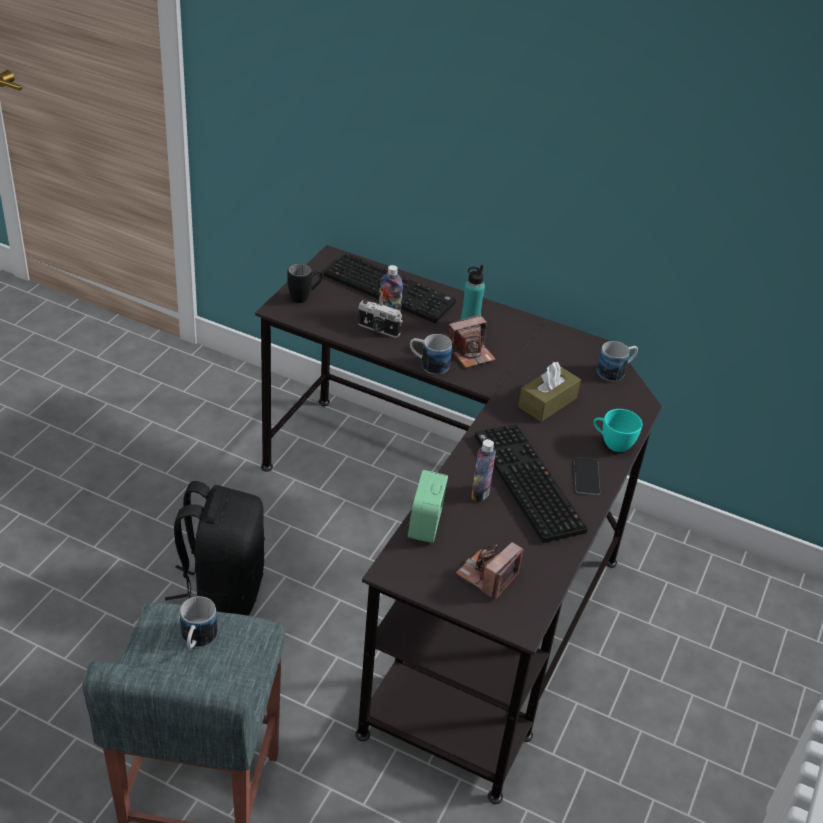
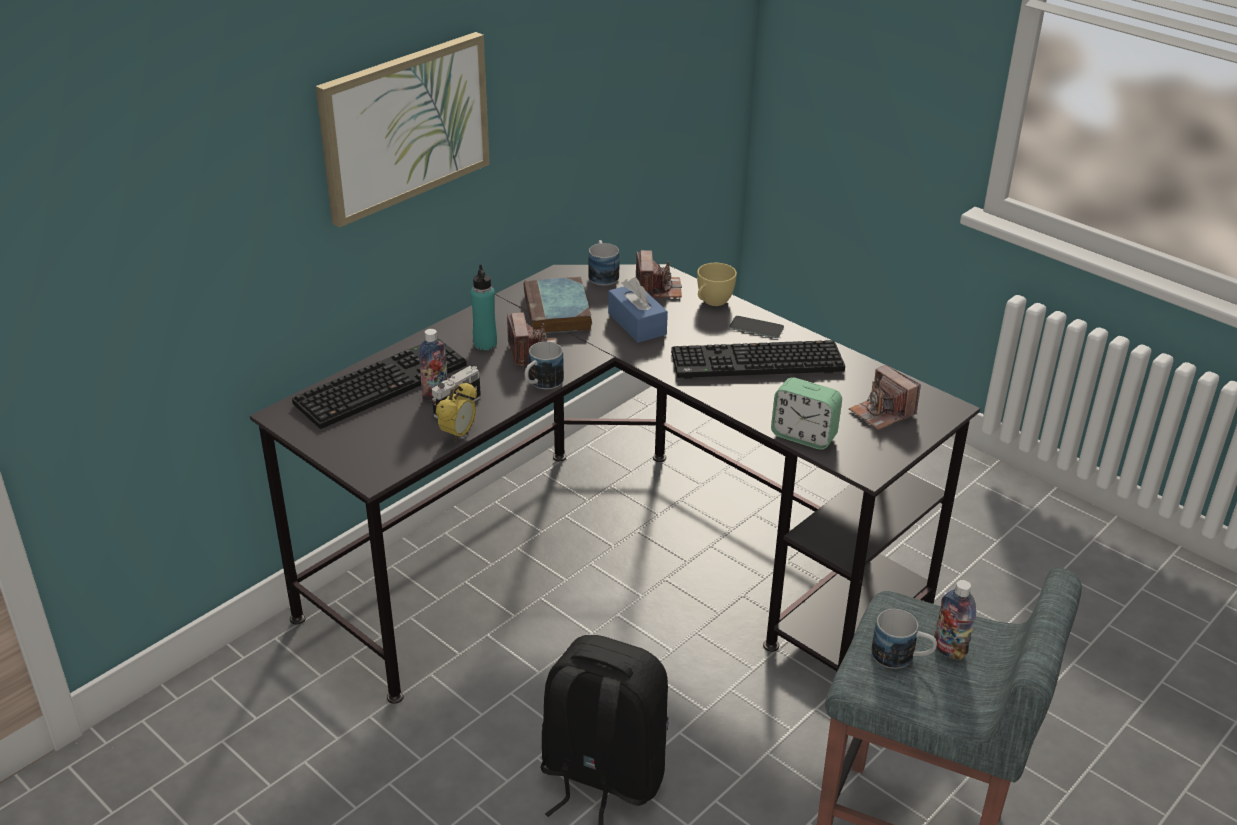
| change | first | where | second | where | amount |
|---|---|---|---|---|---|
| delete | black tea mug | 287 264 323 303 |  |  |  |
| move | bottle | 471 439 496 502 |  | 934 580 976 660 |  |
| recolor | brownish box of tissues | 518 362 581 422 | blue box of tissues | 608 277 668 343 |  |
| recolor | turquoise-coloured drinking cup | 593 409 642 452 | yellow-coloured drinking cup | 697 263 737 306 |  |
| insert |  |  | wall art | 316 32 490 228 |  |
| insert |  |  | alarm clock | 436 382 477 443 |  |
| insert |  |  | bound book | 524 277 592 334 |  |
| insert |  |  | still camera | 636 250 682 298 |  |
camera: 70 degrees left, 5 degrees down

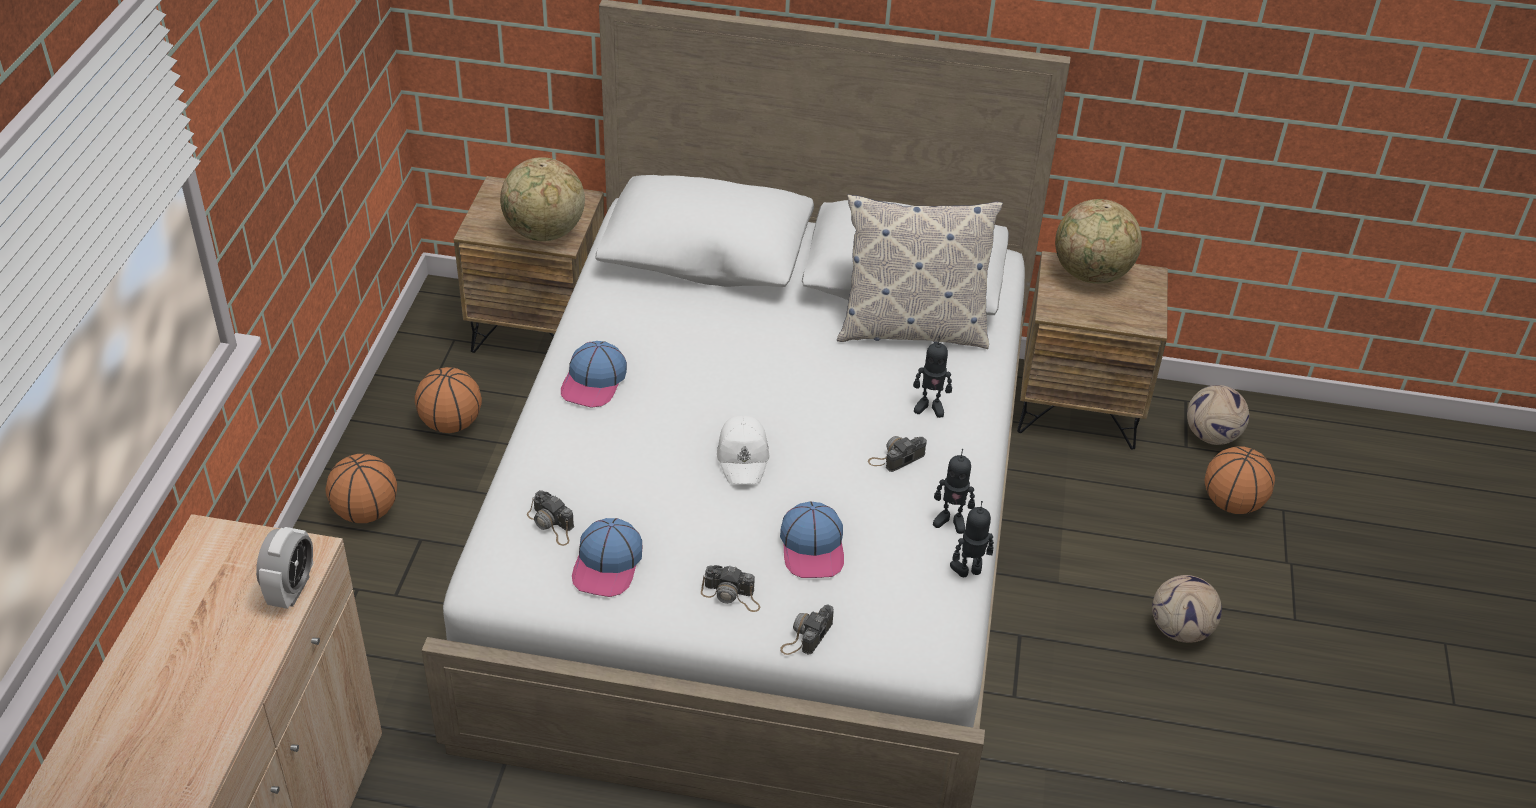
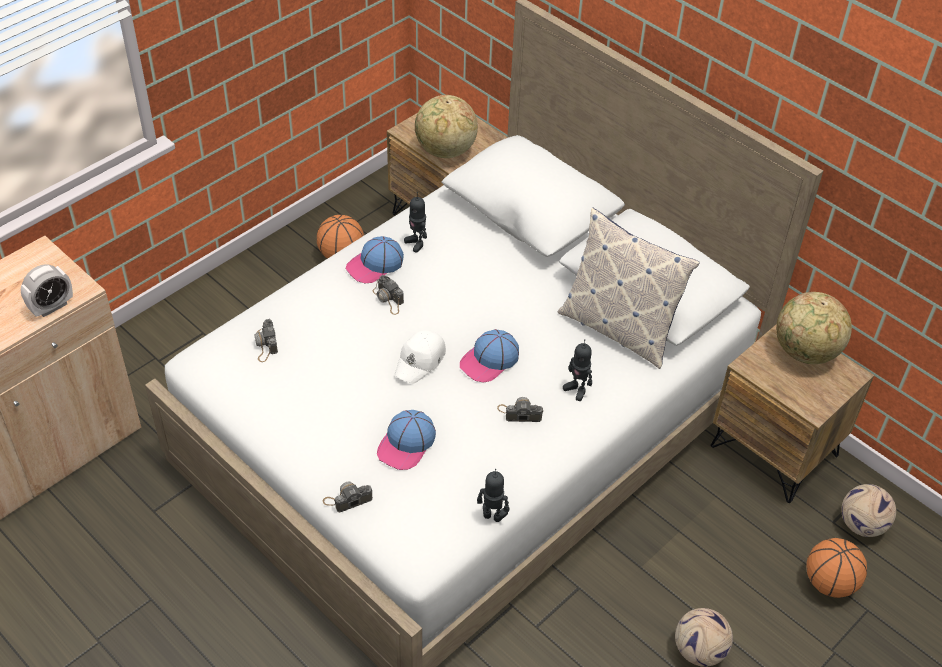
| change | first | where | second | where | amount |
|---|---|---|---|---|---|
| delete | basketball ball | 325 454 397 523 |  |  |  |
| move | cap | 572 518 642 597 |  | 460 329 519 383 |  |
| move | still camera | 701 565 760 612 |  | 373 275 404 315 |  |
| move | model robot | 933 449 975 534 |  | 404 192 427 253 |  |
camera: 35 degrees right, 5 degrees up

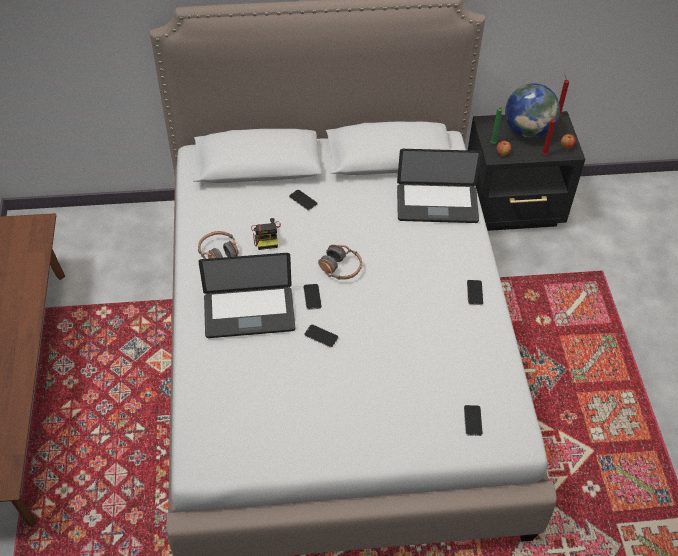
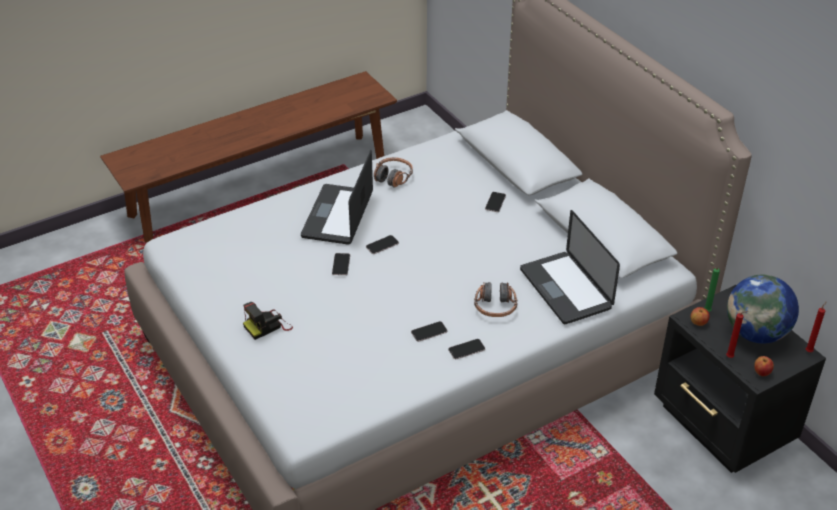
| change | first | where | second | where | amount |
|---|---|---|---|---|---|
| rotate | portable computer | 198 253 295 338 |  | 301 150 373 245 | 45 degrees clockwise |
| move | still camera | 251 218 281 250 |  | 243 302 293 340 |  |
| move | headphones | 318 245 362 280 |  | 474 282 518 317 |  |
| move | phone | 464 405 483 436 |  | 411 321 447 342 |  |
camera: 65 degrees right, 10 degrees down

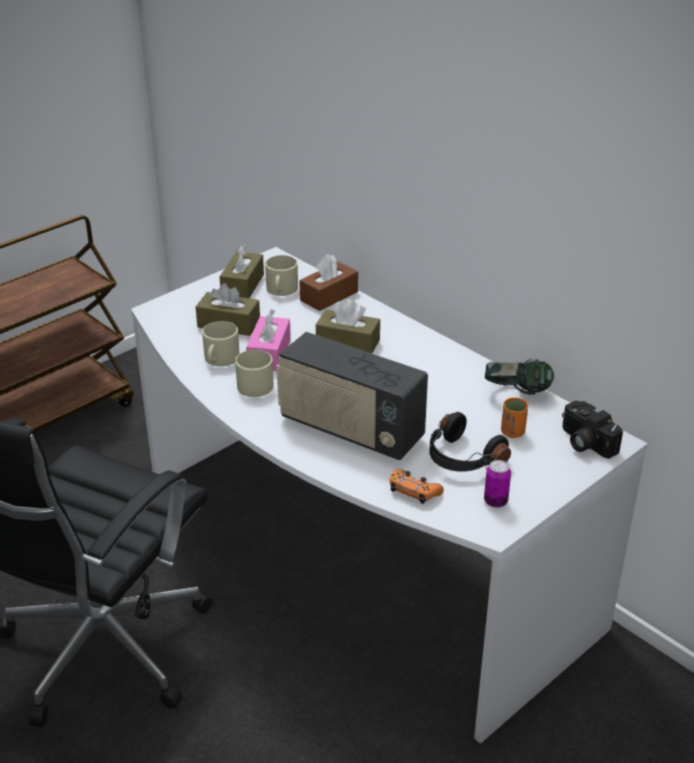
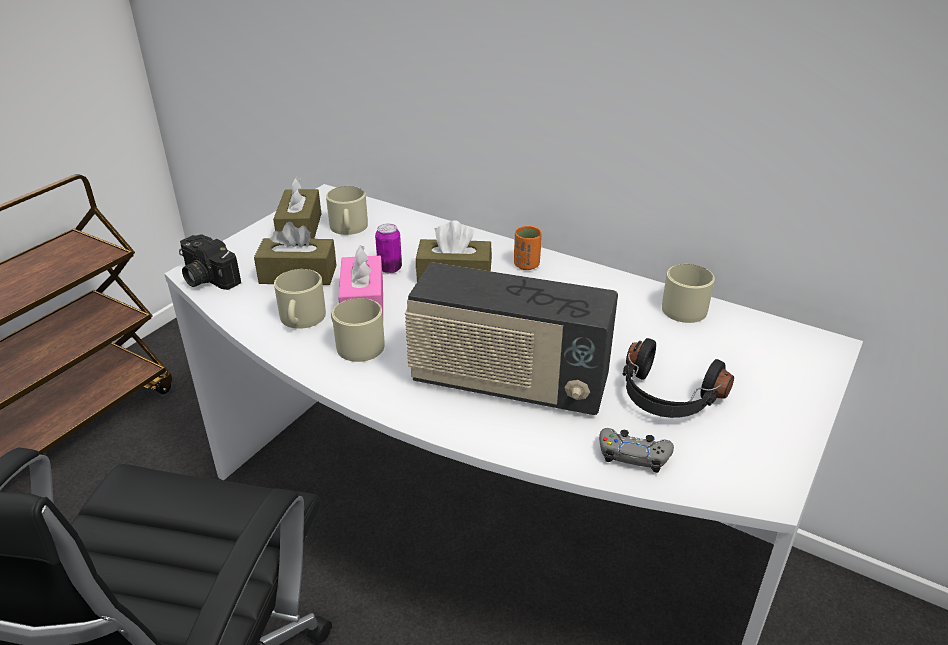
| change | first | where | second | where | amount |
|---|---|---|---|---|---|
| delete | brownish box of tissues | 299 254 358 311 |  |  |  |
| recolor | orange game controller | 390 469 444 504 | grey game controller | 599 428 674 473 |  |
| move | metal can | 484 460 511 508 |  | 375 223 402 273 |  |
| replace | headphones | 485 359 554 395 | sand-coloured tea mug | 662 264 715 323 |  |
| move | orange drinking cup | 501 397 528 438 |  | 514 226 542 270 |  |
| move | still camera | 562 400 623 459 |  | 179 235 241 290 |  |
camera: 15 degrees left, 0 degrees up

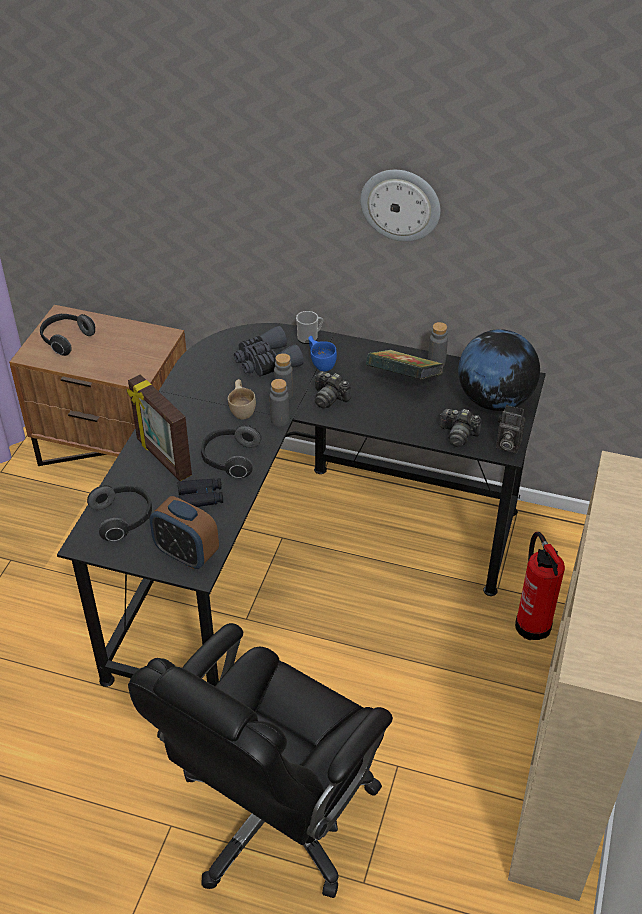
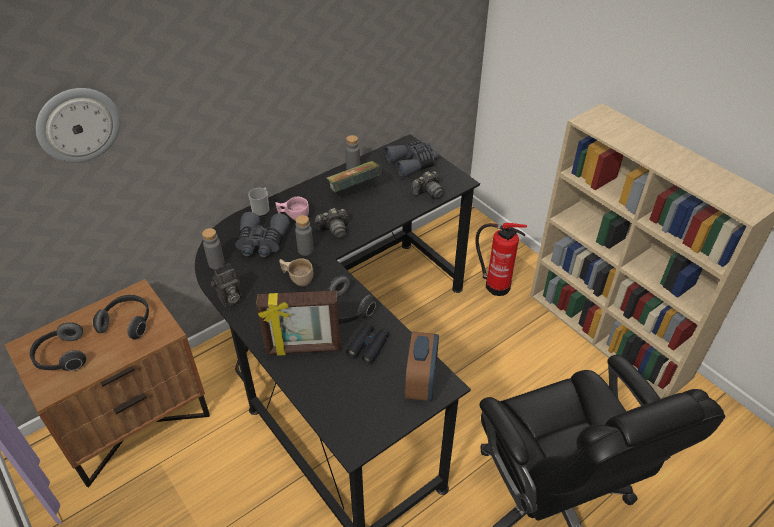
| change | first | where | second | where | amount |
|---|---|---|---|---|---|
| move | headphones | 87 485 152 541 |  | 93 295 149 340 |  |
| rotate | alarm clock | 150 496 219 569 |  | 405 331 439 401 | 60 degrees counterclockwise |
| move | grey bottle | 270 379 289 426 |  | 202 228 225 269 |  |
| recolor | blue drinking cup | 308 336 337 372 | pinkish drinking cup | 276 197 309 221 |  |
| move | clock on the wall | 360 170 441 242 |  | 36 88 121 163 |  |
| replace | desk globe | 458 329 540 411 | grey binoculars | 384 140 438 178 |  |
| move | still camera | 496 405 525 453 |  | 211 263 243 307 |  |
camera: 55 degrees left, 0 degrees up

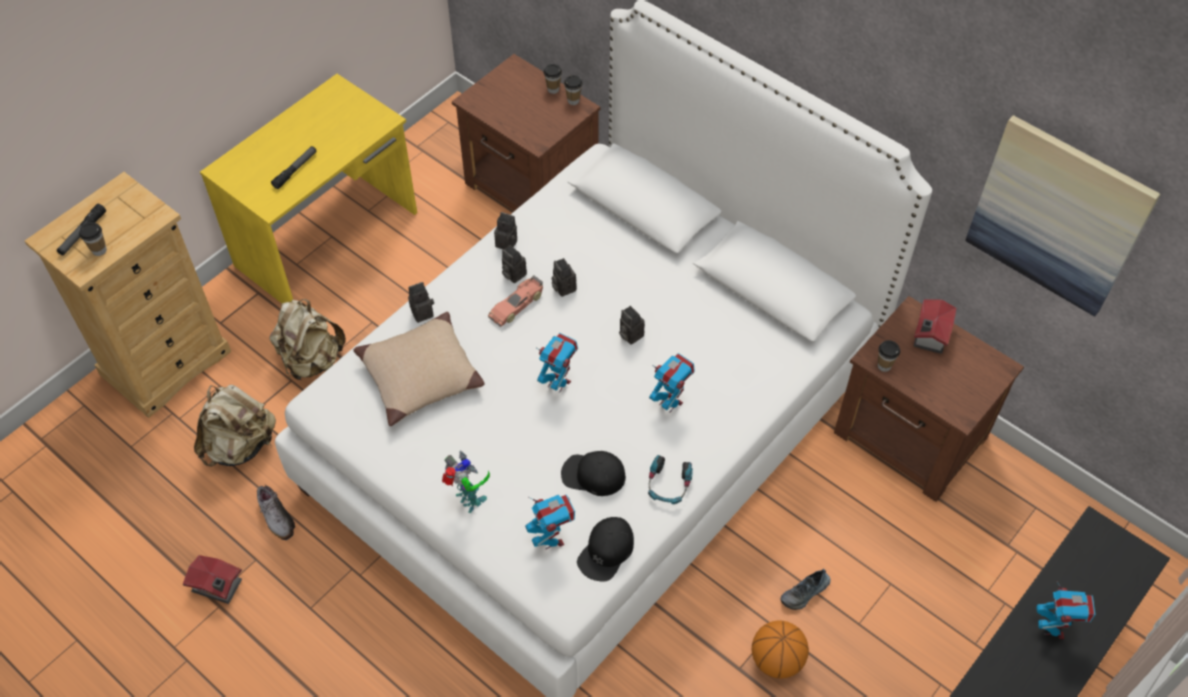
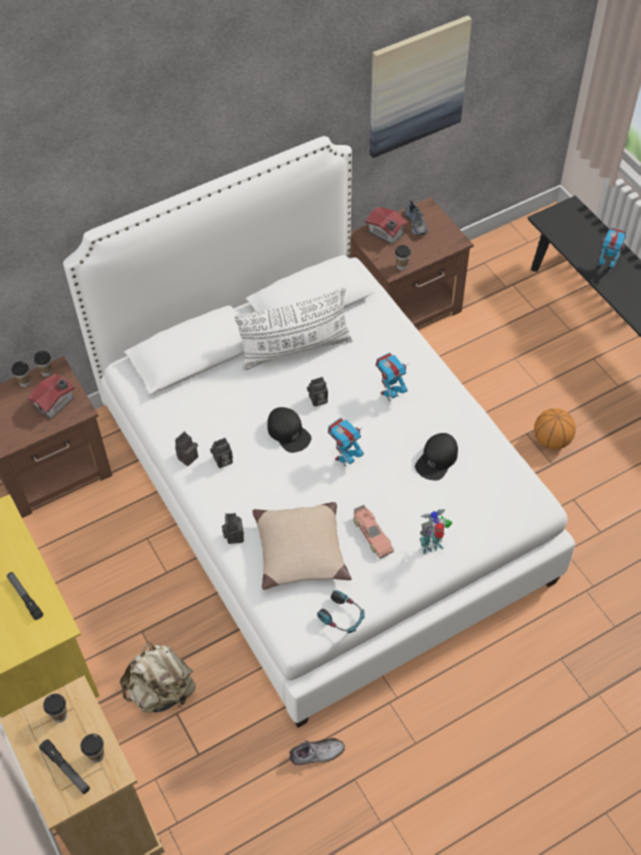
| change | first | where | second | where | amount |
|---|---|---|---|---|---|
| move | model house | 183 555 242 604 |  | 28 374 75 419 |  |
| delete | sand-coloured backpack | 194 385 276 467 |  |  |  |
| move | miniature car | 488 275 543 327 |  | 354 505 394 559 |  |
| delete | model robot | 525 494 575 549 |  |  |  |
| delete | still camera | 551 258 577 297 |  |  |  |
| move | black cap | 577 517 634 582 |  | 267 407 312 453 |  |
| move | headphones | 648 455 693 504 |  | 317 590 365 633 |  |
| move | item of footwear | 781 569 831 610 |  | 405 200 428 236 |  |
| insert |  |  | drinking cup | 43 694 67 722 |  |
| insert |  |  | white throw pillow | 234 288 353 370 |  |
camera: 70 degrees left, 0 degrees up

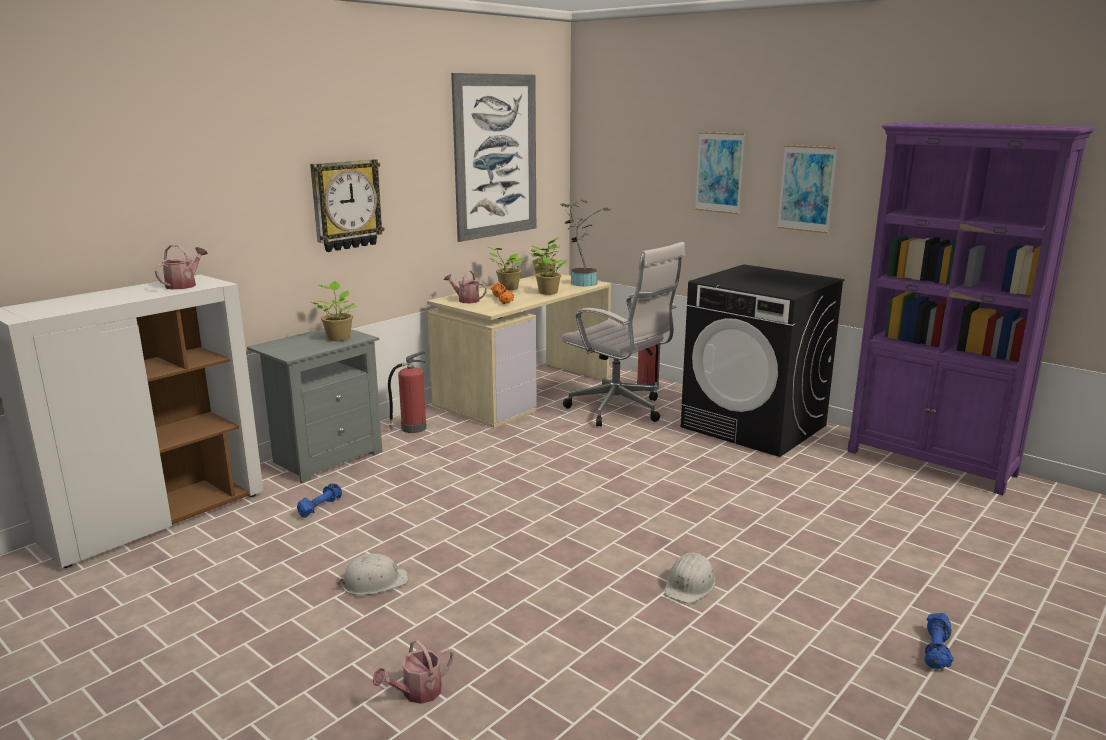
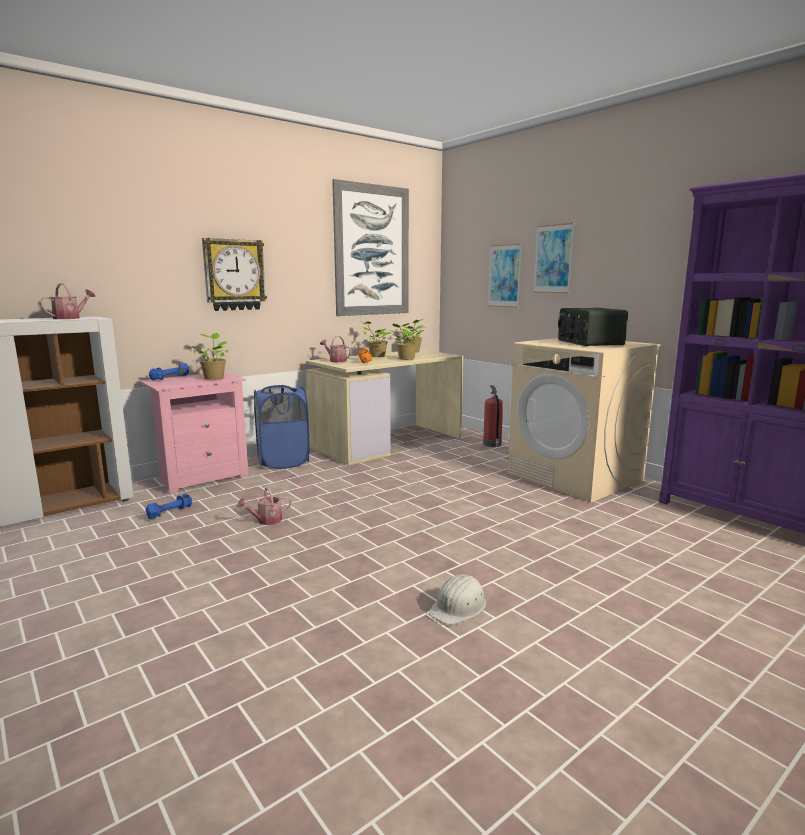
| change | first | where | second | where | amount |
|---|---|---|---|---|---|
| recolor | grey night table | 247 328 382 483 | pinkish night table | 139 372 249 494 |  |
| delete | white work helmet | 337 554 409 595 |  |  |  |
| move | watering can | 373 640 454 704 |  | 237 487 291 525 |  |
| replace | fire-fighting cylinder | 388 351 427 433 | blue washing basket | 254 385 310 469 |  |
| delete | plant in a pot | 560 200 610 286 |  |  |  |
| delete | white computer chair | 561 242 685 427 |  |  |  |
| recolor | black washing machine | 680 264 845 457 | sand-coloured washing machine | 508 338 660 502 |  |
| move | wall art | 777 145 838 234 |  | 488 244 522 308 |  |
| move | blue dumbbell | 925 613 954 669 |  | 149 363 189 380 |  |
| insert |  |  | radio receiver | 558 308 628 346 |  |
camera: 10 degrees right, 5 degrees down

